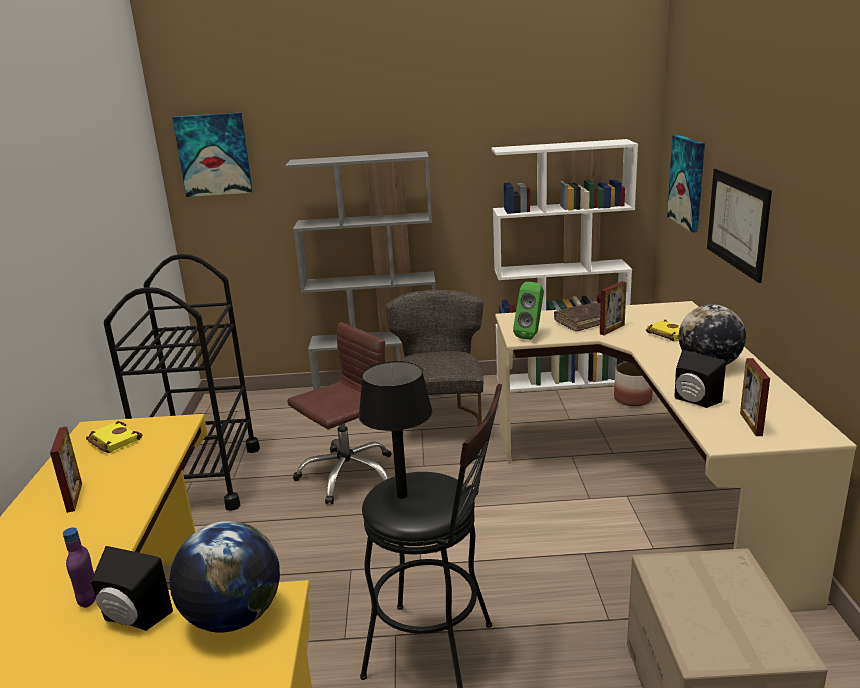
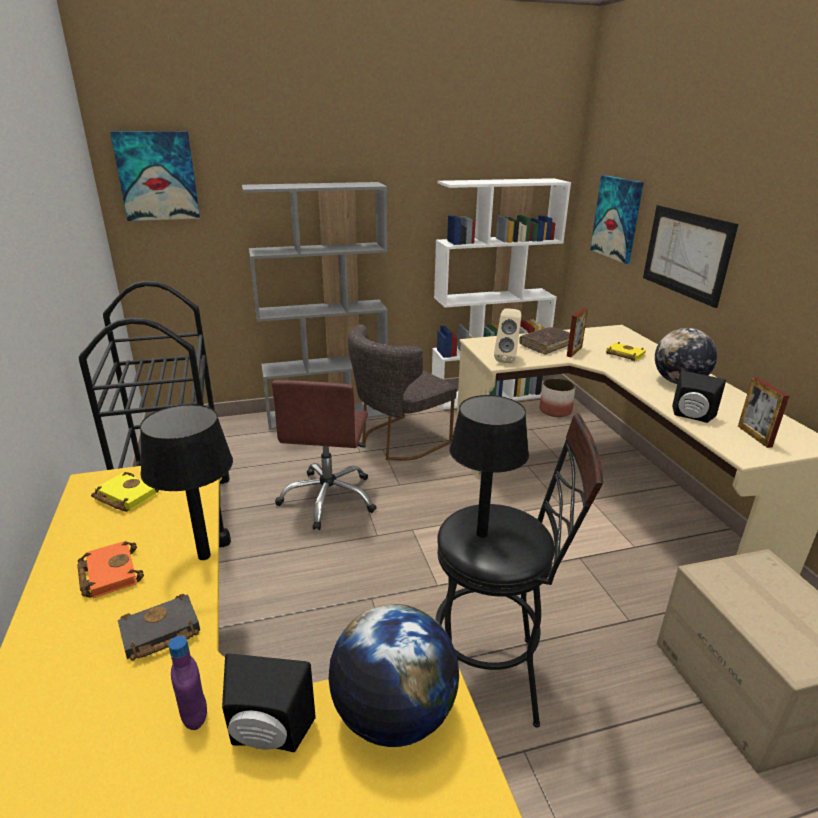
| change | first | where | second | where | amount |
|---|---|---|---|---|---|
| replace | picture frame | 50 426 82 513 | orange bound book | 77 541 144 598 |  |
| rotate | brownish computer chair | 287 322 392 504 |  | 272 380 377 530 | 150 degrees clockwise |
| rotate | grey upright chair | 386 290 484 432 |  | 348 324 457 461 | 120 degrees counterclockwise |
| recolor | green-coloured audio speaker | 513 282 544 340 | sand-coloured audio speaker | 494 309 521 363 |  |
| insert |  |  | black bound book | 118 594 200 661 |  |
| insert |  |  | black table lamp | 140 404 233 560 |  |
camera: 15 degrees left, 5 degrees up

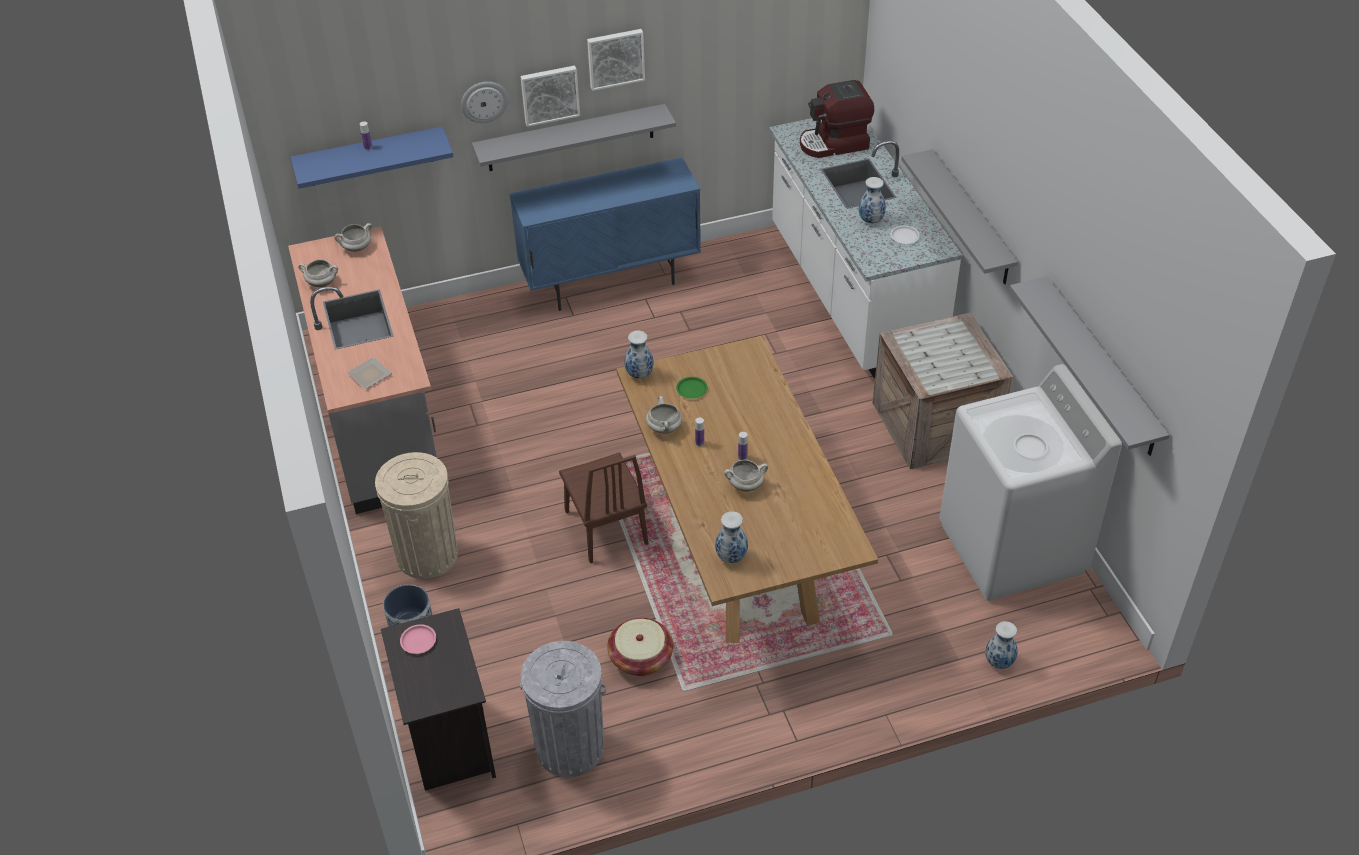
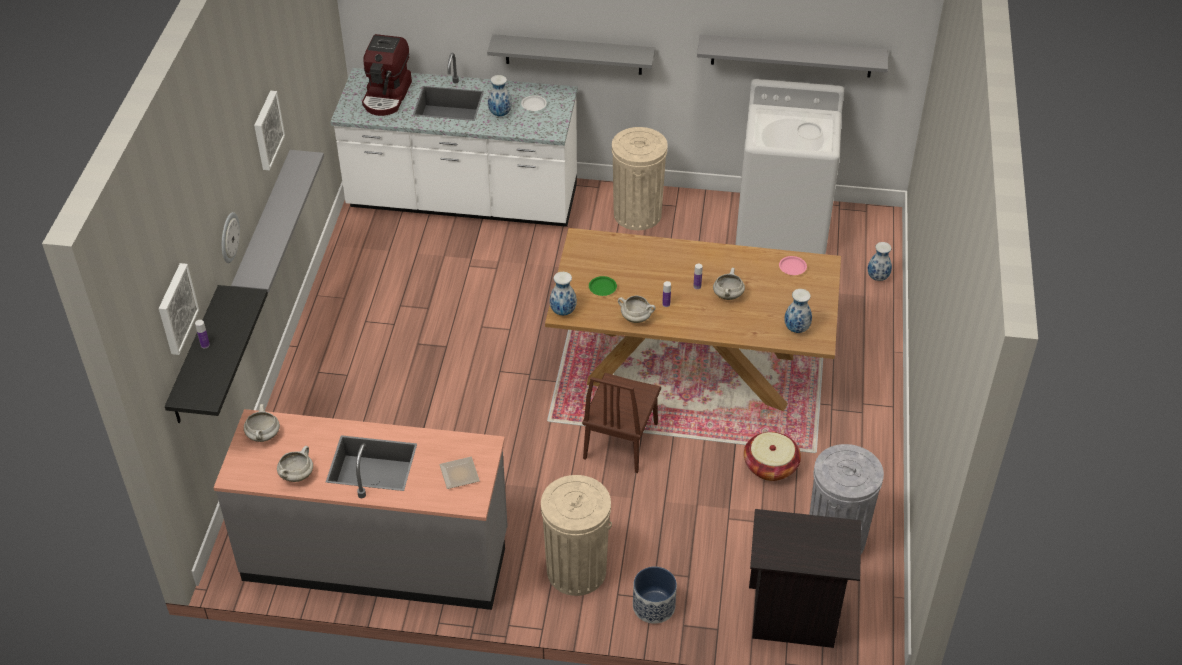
| change | first | where | second | where | amount |
|---|---|---|---|---|---|
| recolor | blue wall shelf | 291 126 453 189 | black wall shelf | 165 285 268 423 |  |
| move | pinkish flat dish | 400 624 436 654 |  | 779 256 807 275 |  |
| delete | blue storage cabinet | 509 157 701 311 |  |  |  |
| move | wall art | 521 65 580 127 |  | 159 263 199 355 |  |
| rotate | brownish upright chair | 559 452 648 563 |  | 582 373 661 473 | 105 degrees clockwise |
| replace | shipping crate | 873 312 1013 469 | sand-coloured rubbish bin | 612 127 668 230 |  |
camera: 65 degrees left, 0 degrees up

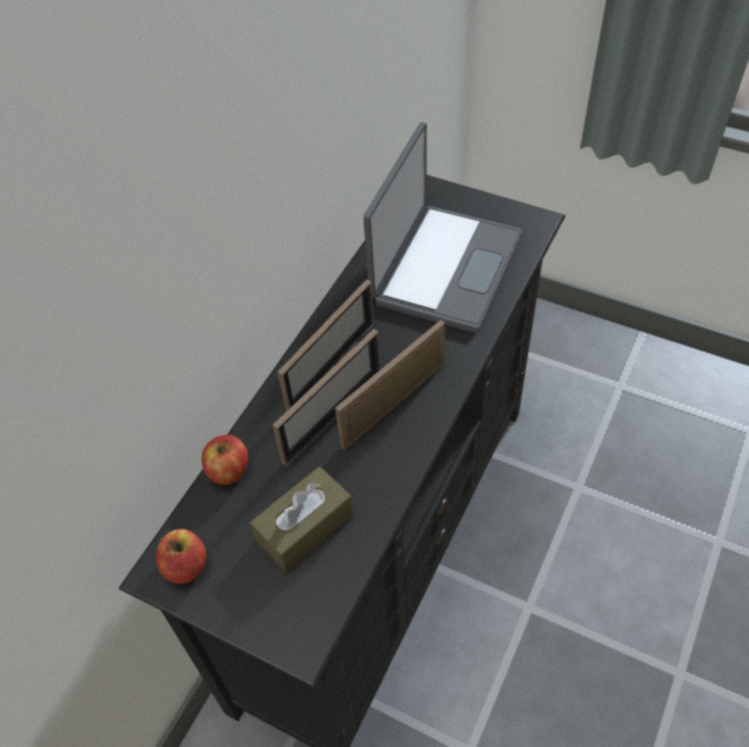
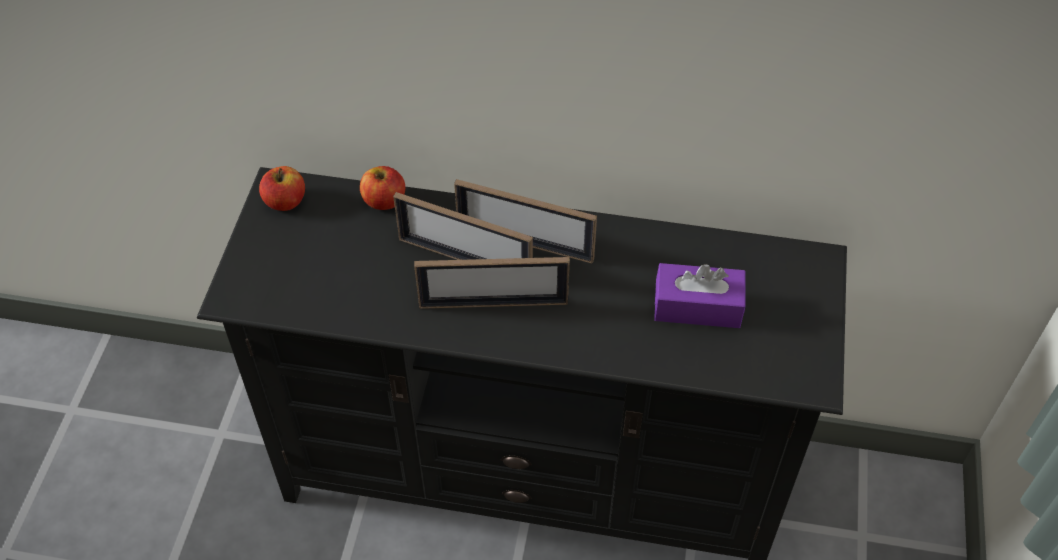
| change | first | where | second | where | amount |
|---|---|---|---|---|---|
| delete | brownish box of tissues | 250 467 353 572 |  |  |  |
| rotate | picture frame | 335 320 445 451 |  | 414 257 570 309 | 150 degrees clockwise |
| replace | portable computer | 363 122 522 332 | purplish box of tissues | 654 263 745 328 |  |
camera: 70 degrees right, 0 degrees up

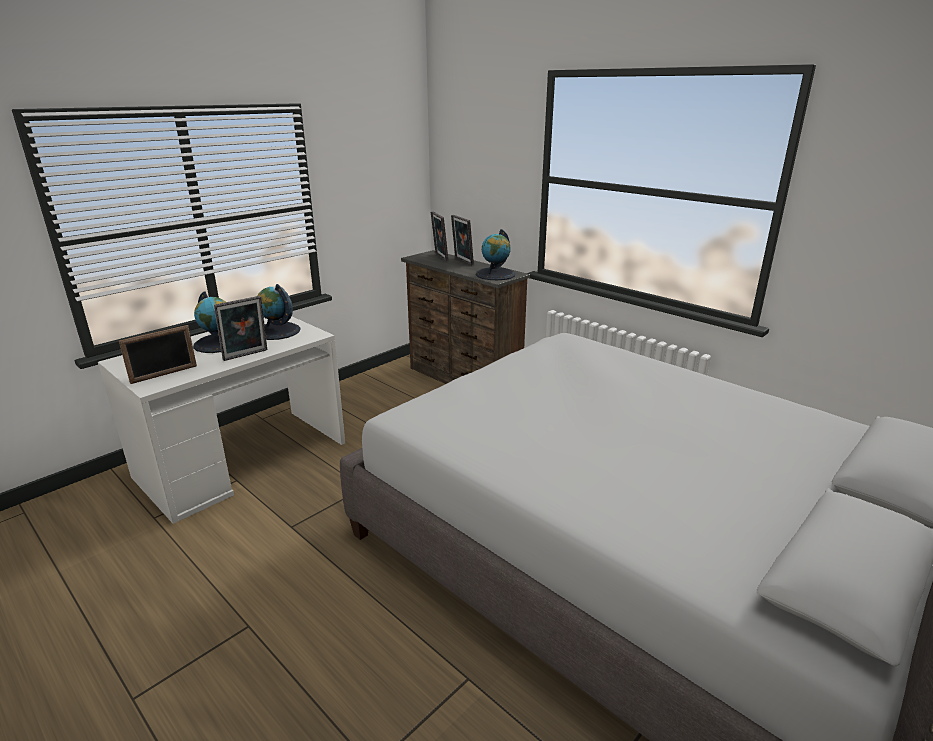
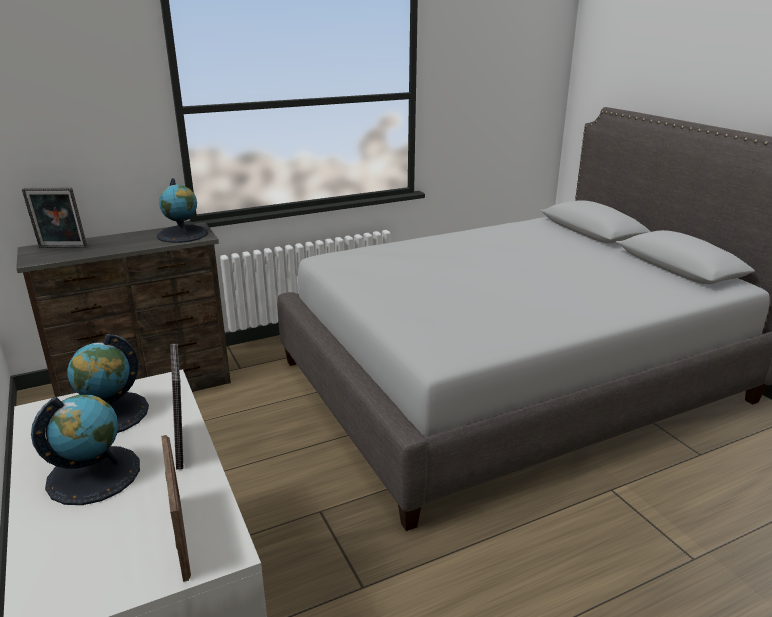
| change | first | where | second | where | amount |
|---|---|---|---|---|---|
| delete | picture frame | 451 215 474 265 |  |  |  |
camera: 70 degrees left, 0 degrees up

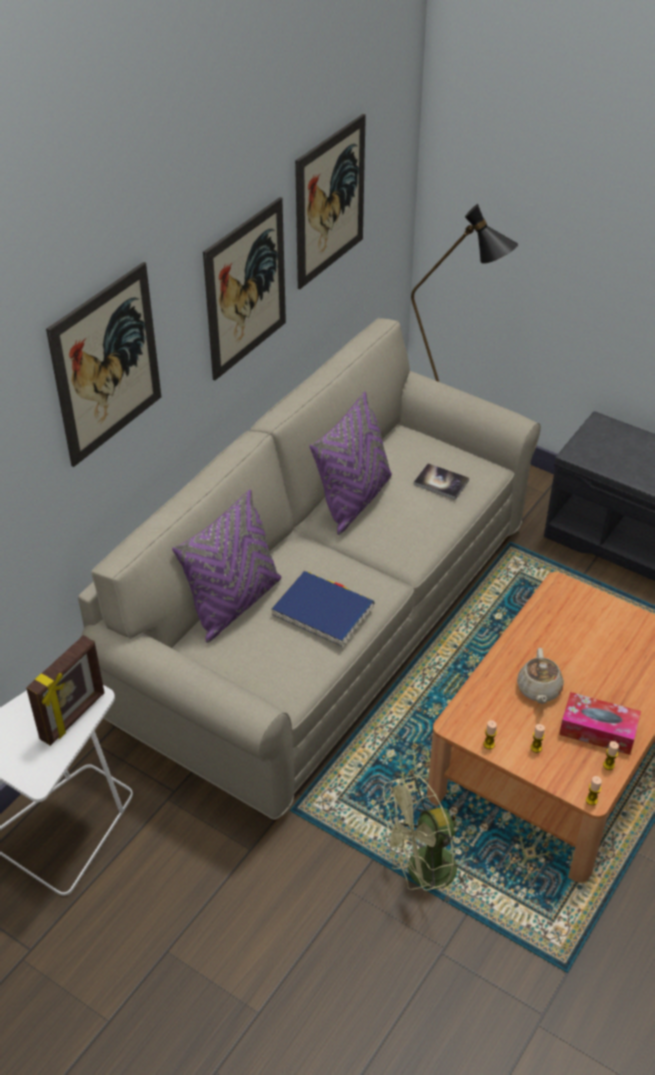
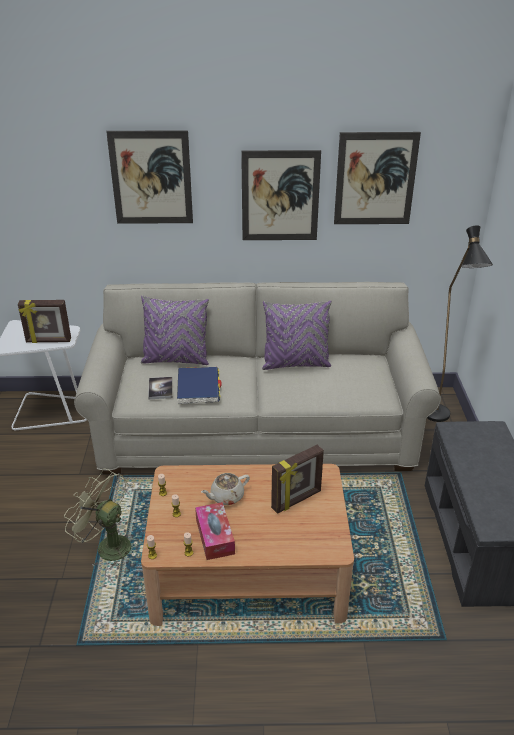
| change | first | where | second | where | amount |
|---|---|---|---|---|---|
| move | bound book | 413 463 469 500 |  | 148 377 172 399 |  |
| insert |  |  | picture frame | 271 445 324 514 |  |
camera: 55 degrees right, 10 degrees down

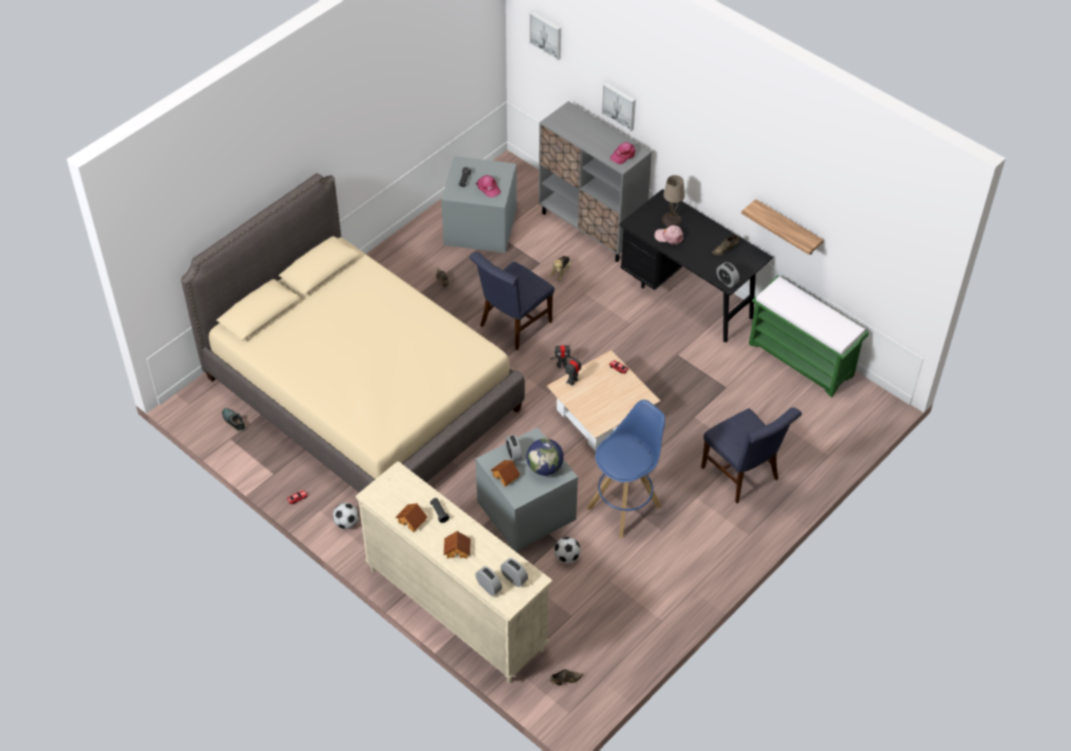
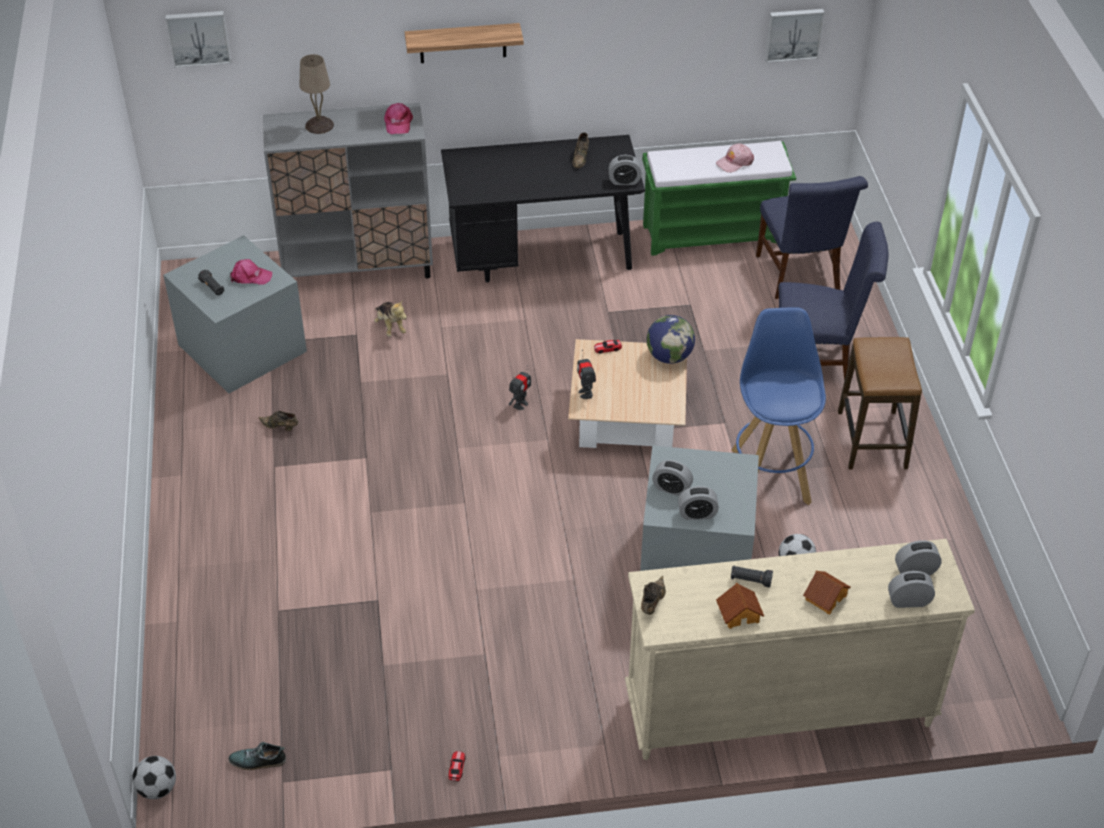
| change | first | where | second | where | amount |
|---|---|---|---|---|---|
| delete | sand-coloured sleeping bed | 181 173 525 493 |  |  |  |
| move | ball for football | 333 503 359 529 |  | 132 756 176 799 |  |
| move | blue upright chair | 469 252 554 350 |  | 756 176 868 299 |  |
| replace | model house | 490 460 520 487 | alarm clock | 678 486 719 520 |  |
| move | desk globe | 526 438 564 476 |  | 647 315 695 364 |  |
| move | brownish item of footwear | 550 669 584 686 |  | 641 576 666 615 |  |
| move | wall art | 601 82 636 132 |  | 765 9 825 63 |  |
| move | pinkish cap | 655 225 684 245 |  | 716 143 754 173 |  |
| move | sand-coloured table lamp | 662 175 685 226 |  | 300 54 334 134 |  |
| move | wall shelf | 741 199 824 255 |  | 405 23 524 63 |  |
| insert |  |  | sitting stool | 838 337 922 470 |  |
camera: 50 degrees left, 5 degrees down

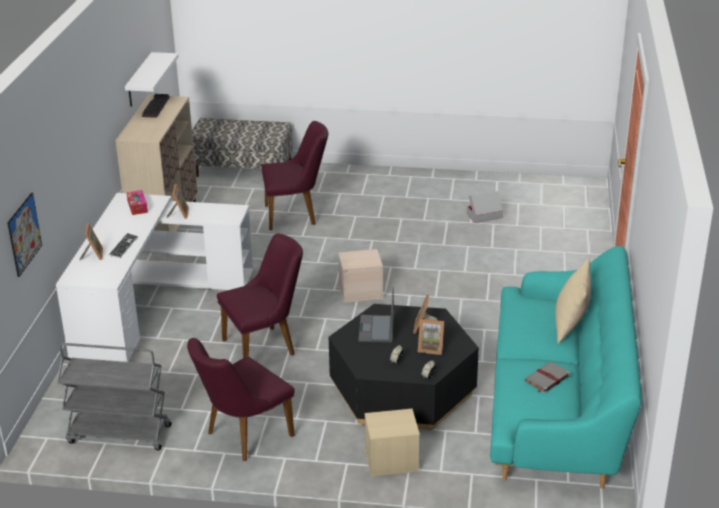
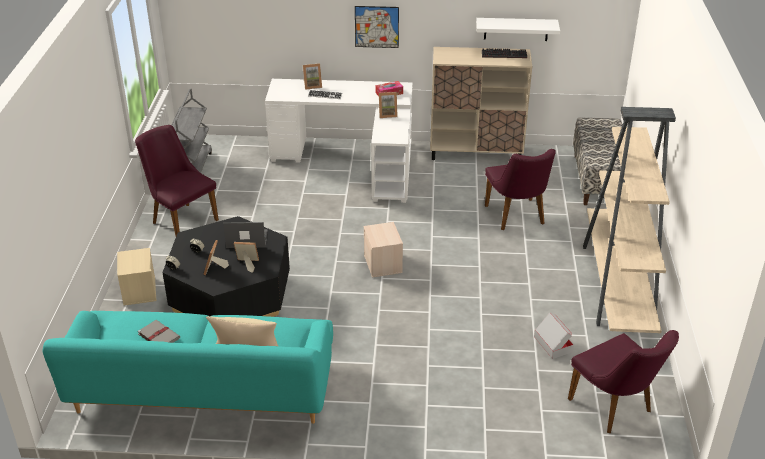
| change | first | where | second | where | amount |
|---|---|---|---|---|---|
| move | wall art | 7 192 42 277 |  | 355 6 399 48 |  |
| move | purplish upright chair | 217 233 303 358 |  | 568 330 679 433 |  |
| insert |  |  | sand-coloured bookcase | 583 107 676 333 |  |
camera: 85 degrees right, 5 degrees up

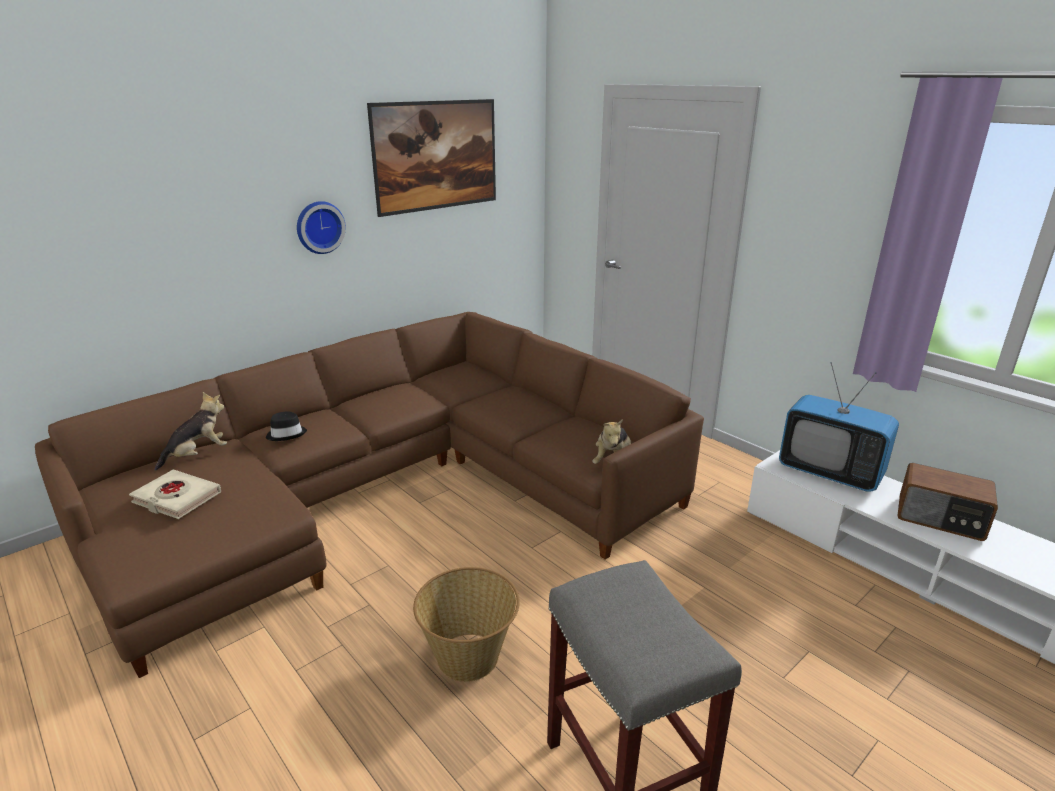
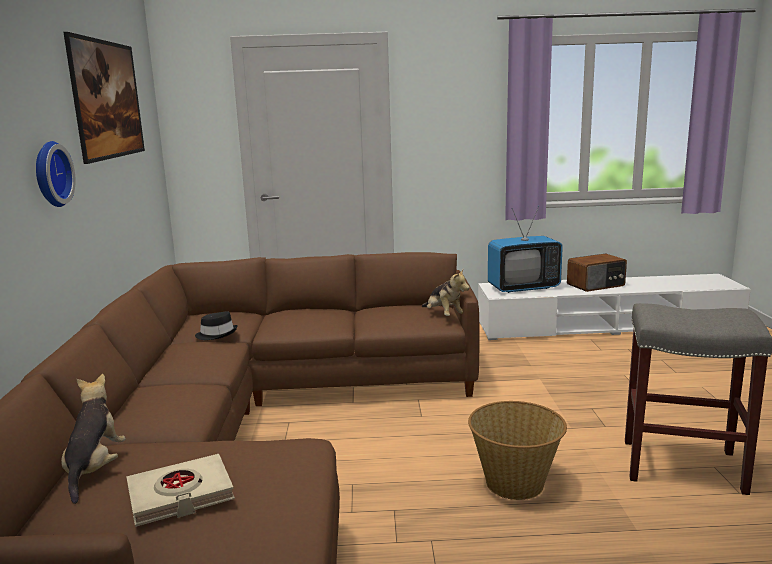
| change | first | where | second | where | amount |
|---|---|---|---|---|---|
| move | black wearable hat | 266 411 307 441 |  | 195 311 238 340 |  |
camera: 50 degrees left, 10 degrees down

